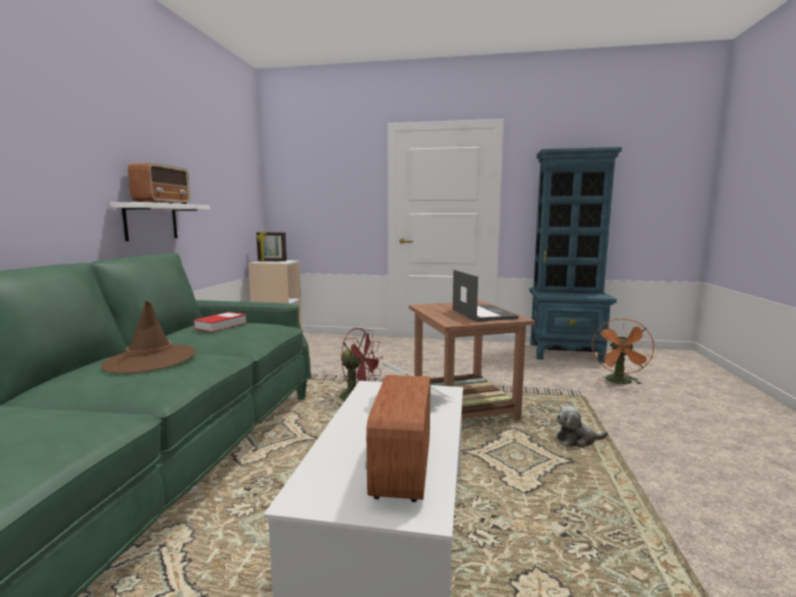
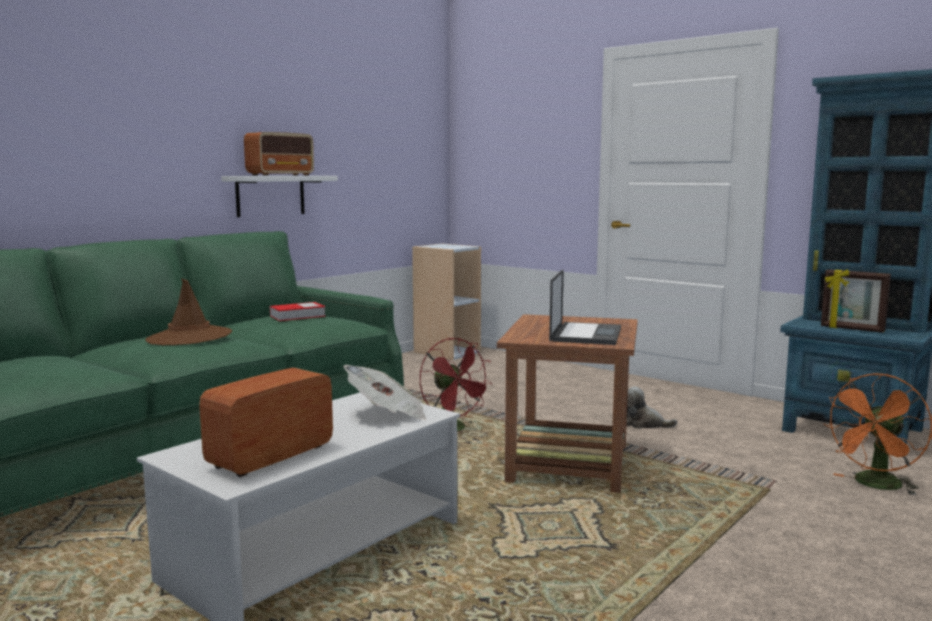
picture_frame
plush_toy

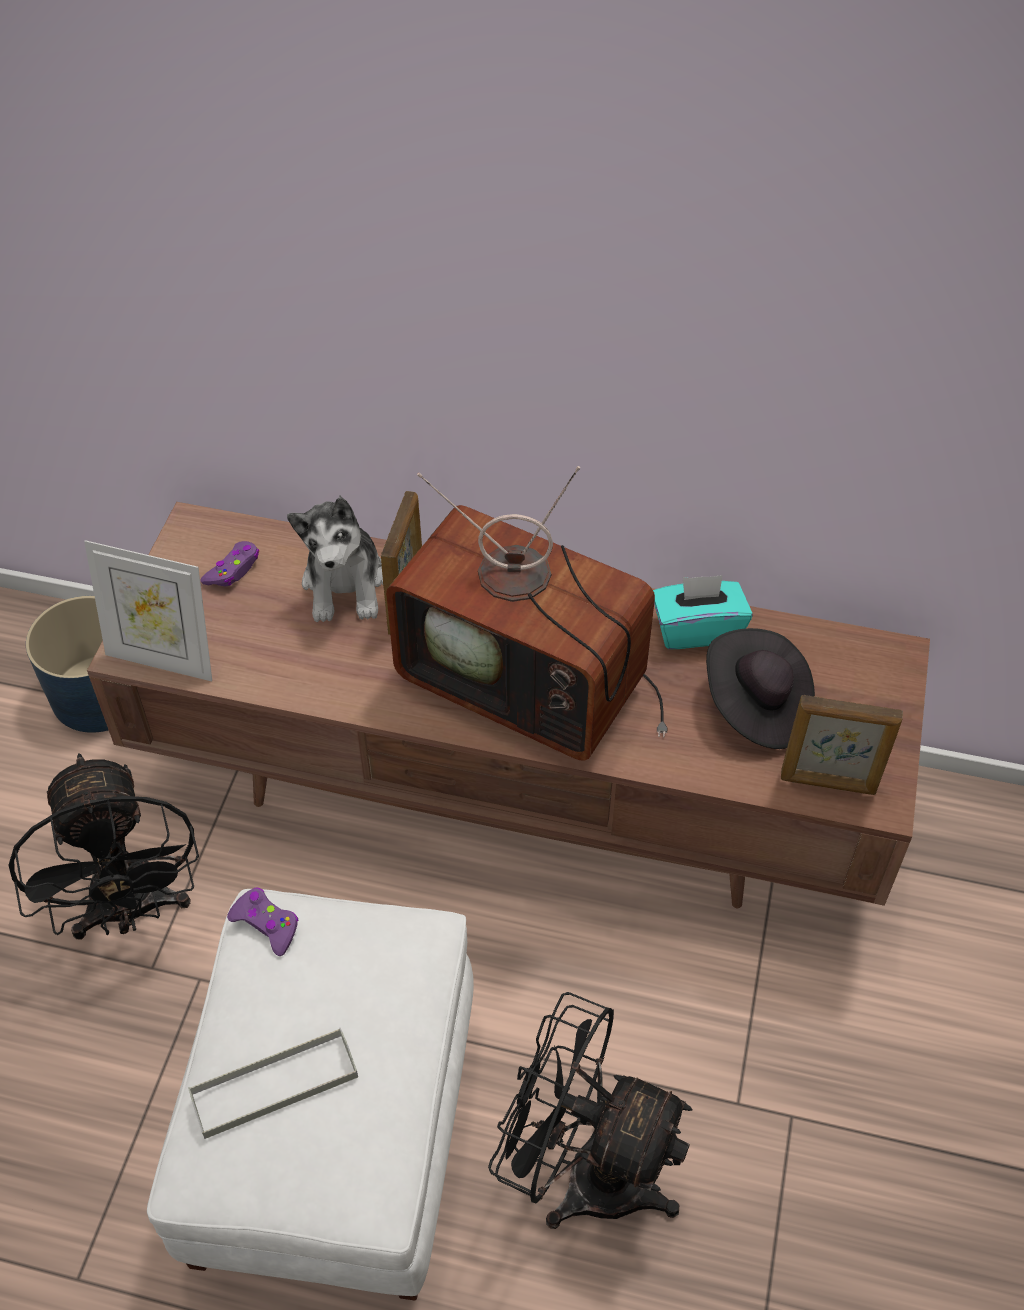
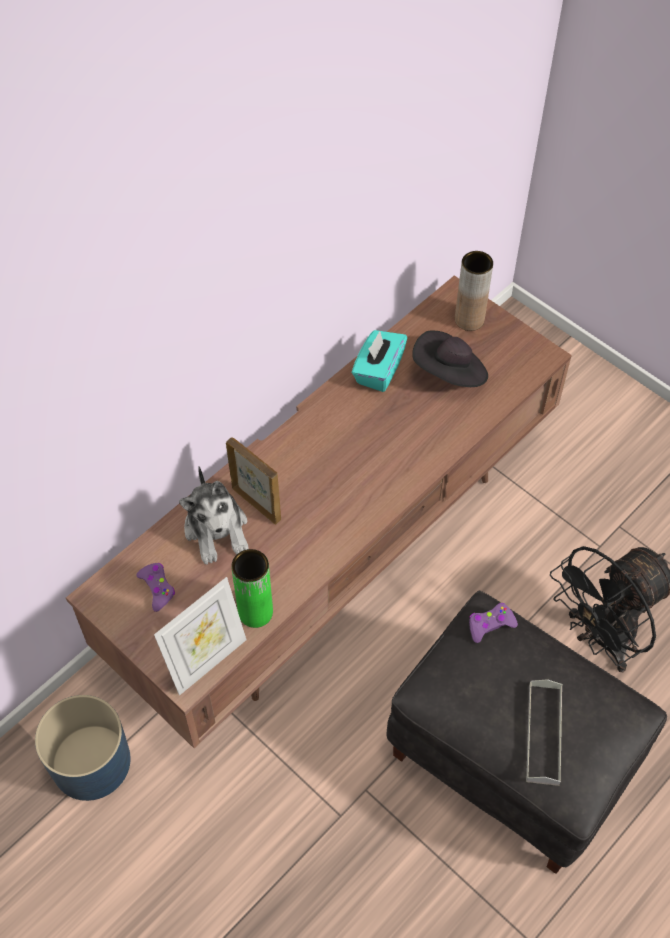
black_fan (1st from left in the first image)
television
picture_frame (3rd from left in the first image)
green_vase
brown_vase
purple_game_controller (2nd from left)
black_ottoman
plush_toy

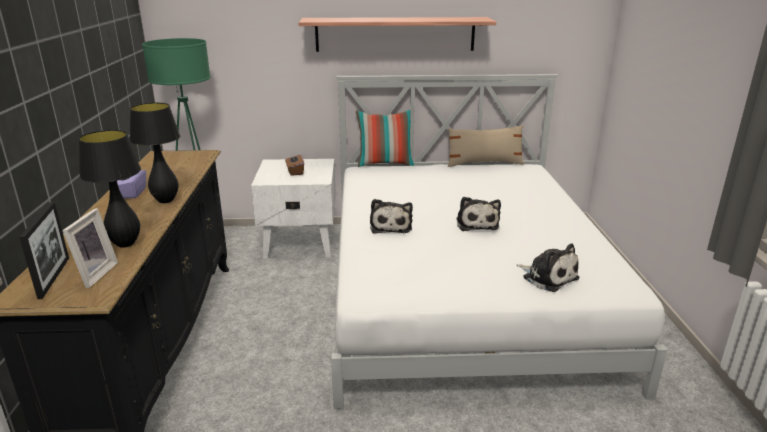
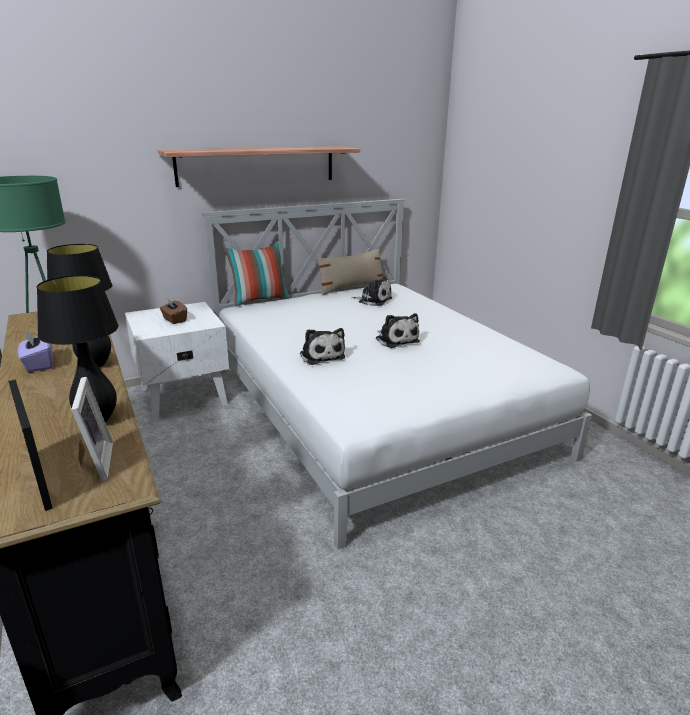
plush_toy (2nd from left)

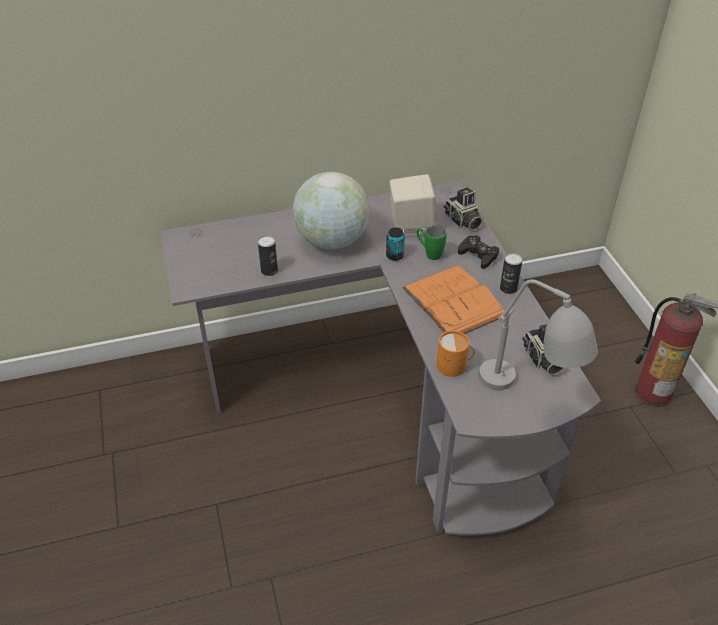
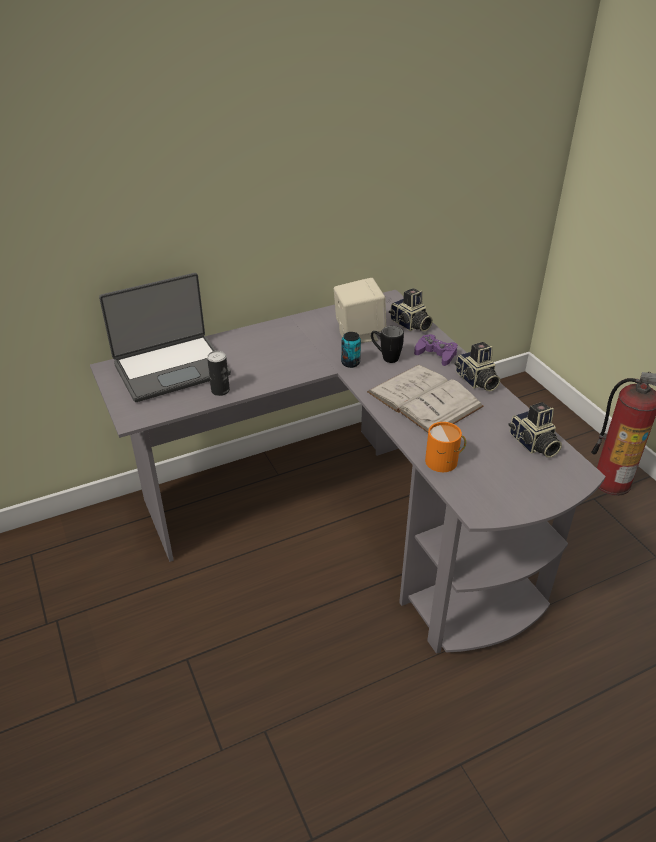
globe
grey_table_lamp
laptop
photo_camera (2nd from left)
white_book
black_mug
purple_game_controller

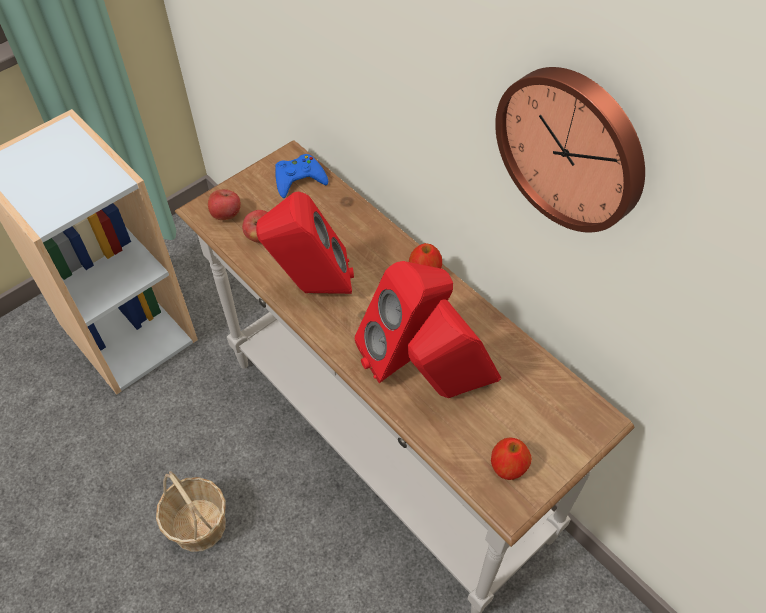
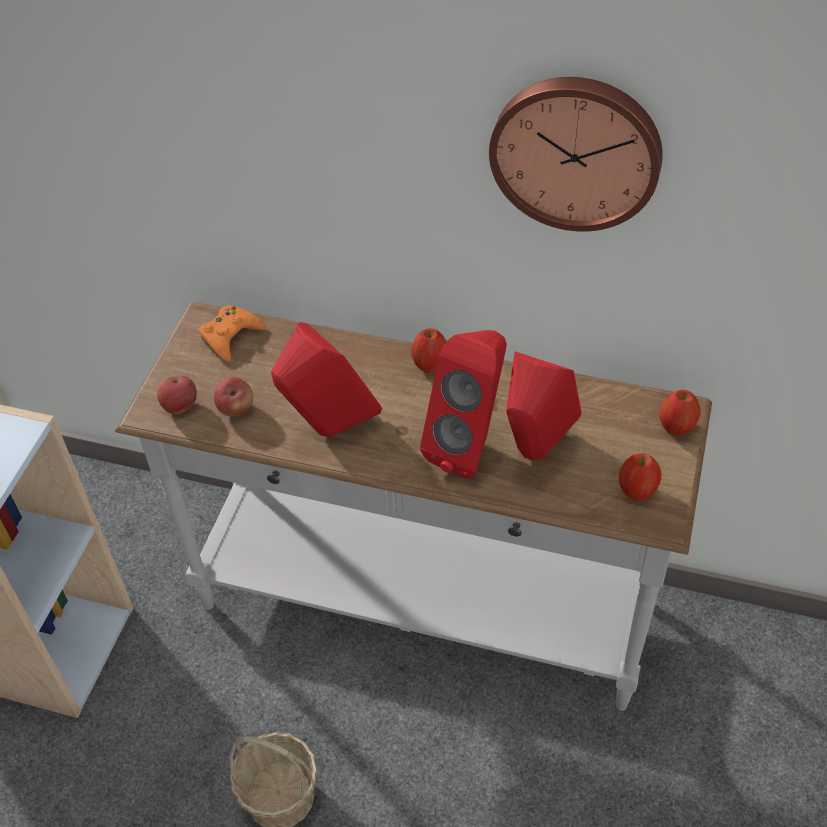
apple (5th from left)
orange_game_controller

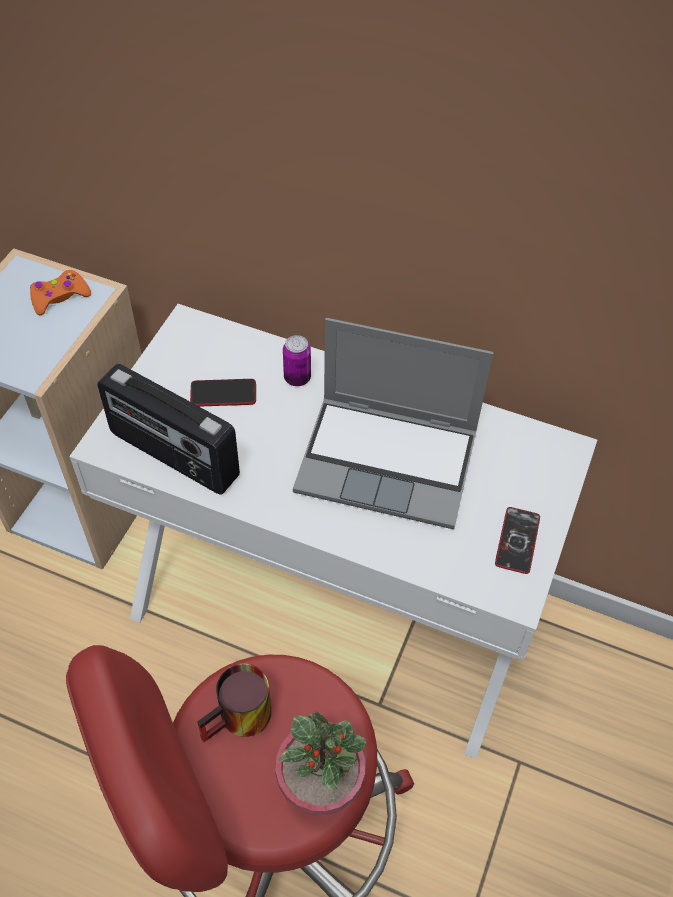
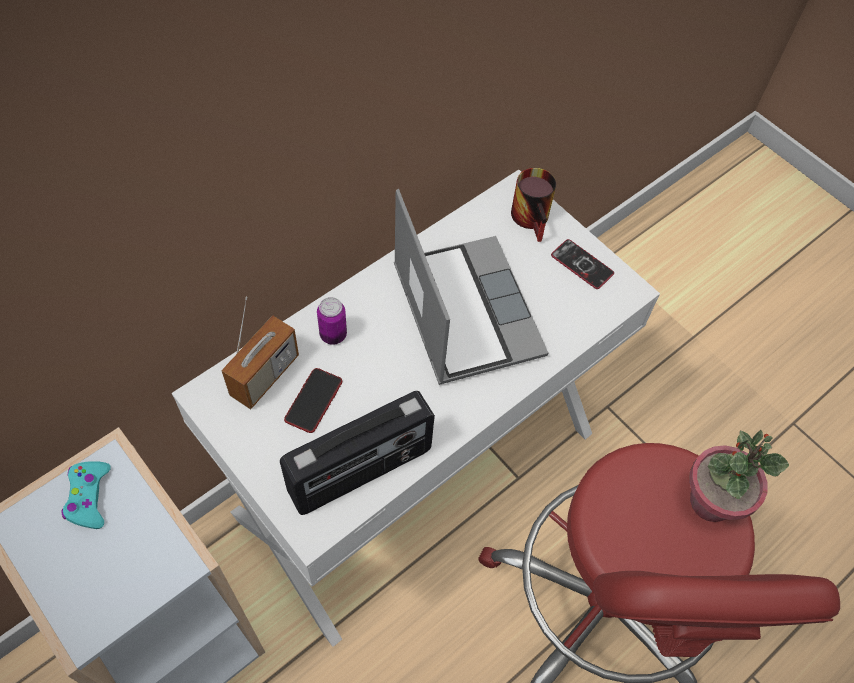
radio (1st from left)
mug
turquoise_game_controller
laptop

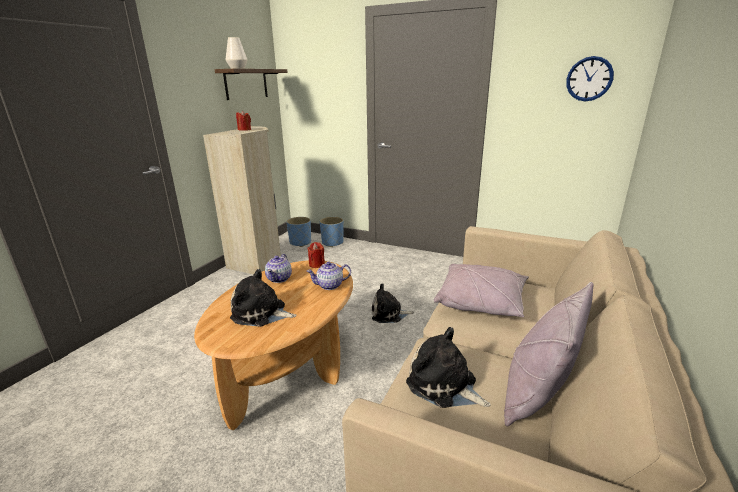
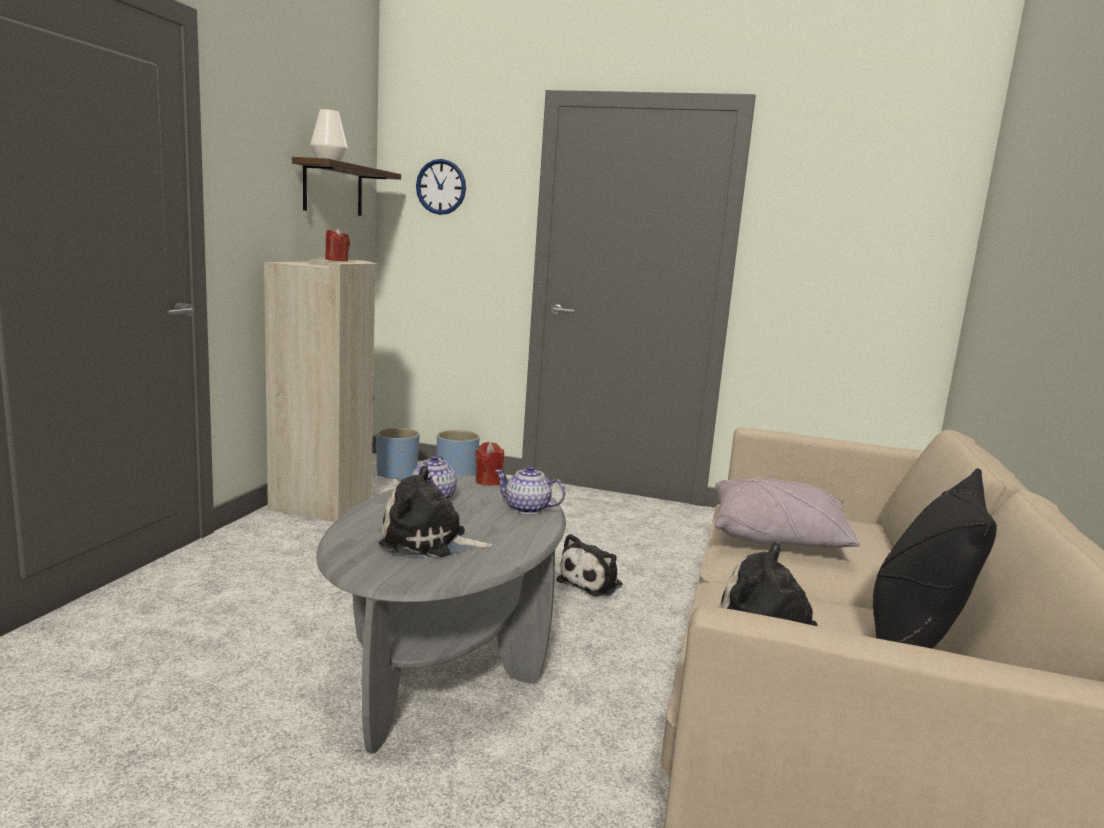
wall_clock
grey_coffee_table
black_pillow
teapot (2nd from left)
plush_toy (2nd from left)

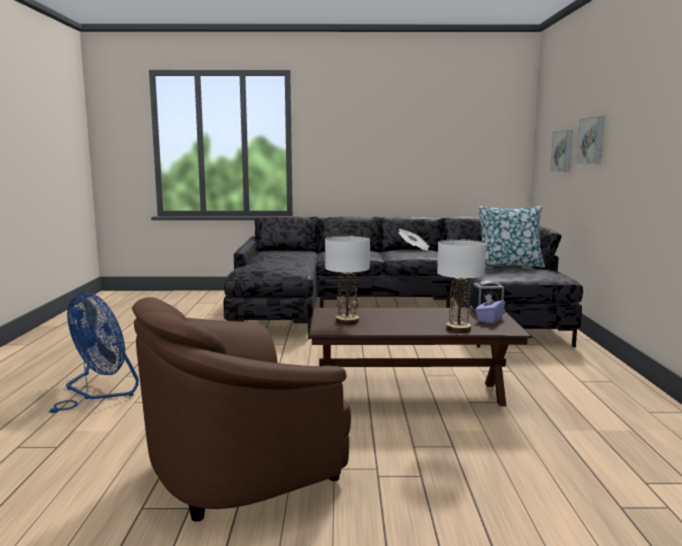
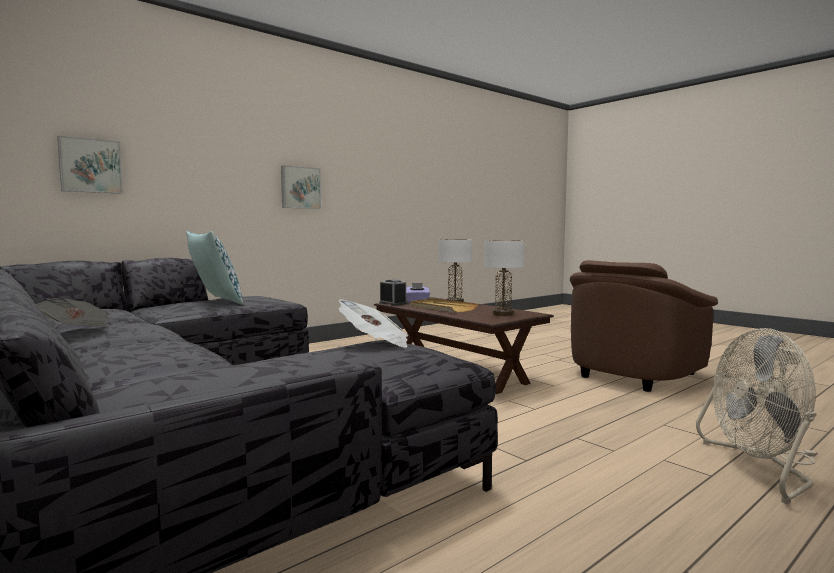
newspaper (2nd from left)
beige_tray
picture (2nd from left)
beige_fan
brown_armchair

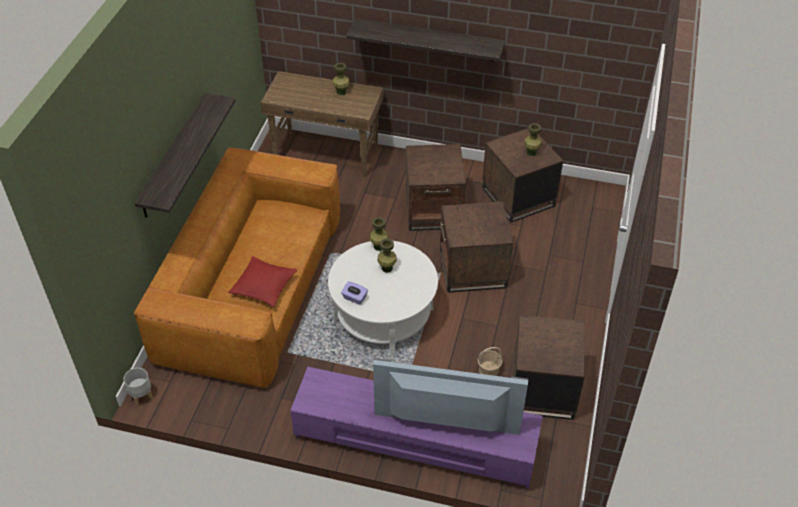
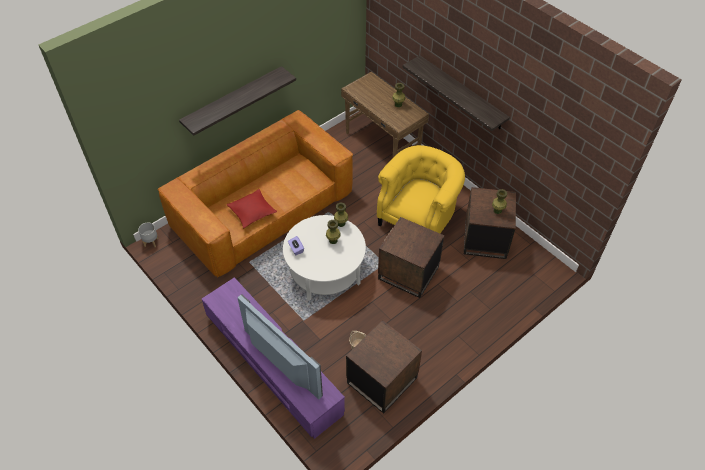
yellow_armchair

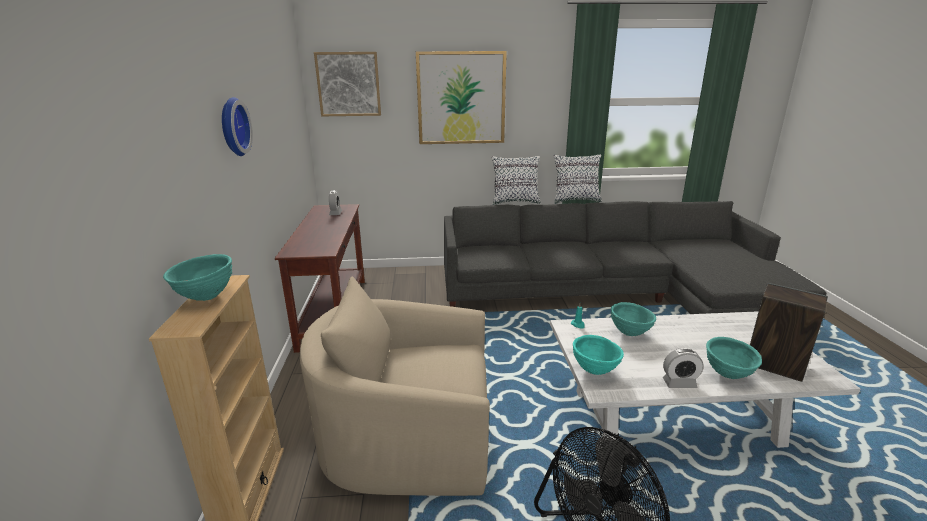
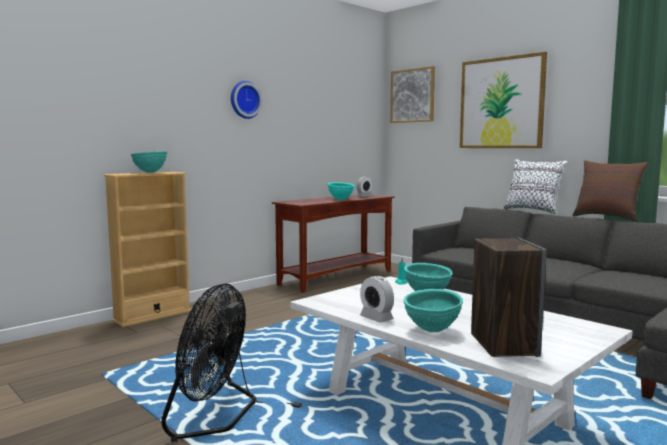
beige_armchair
turquoise_bowl (2nd from left)
brown_pillow

